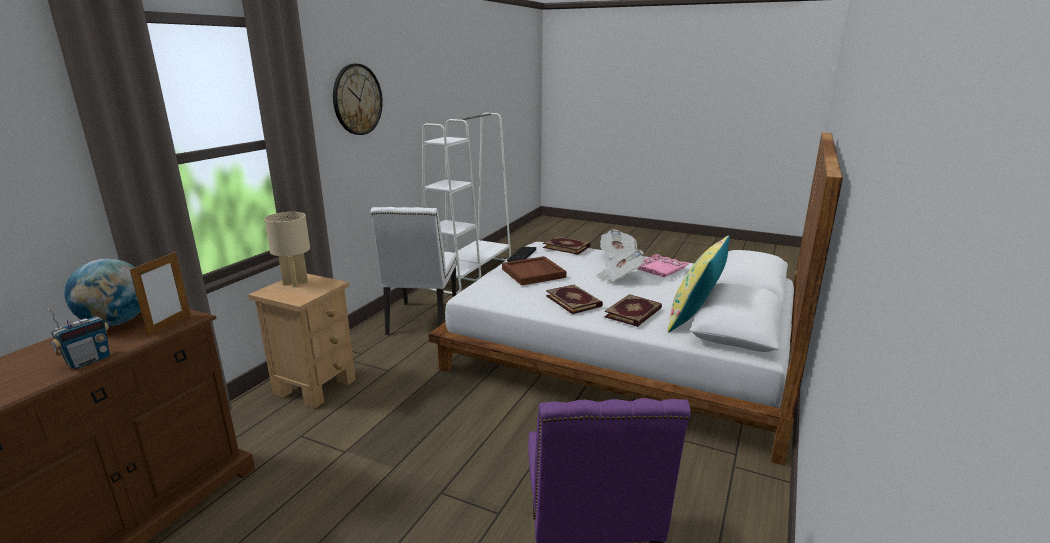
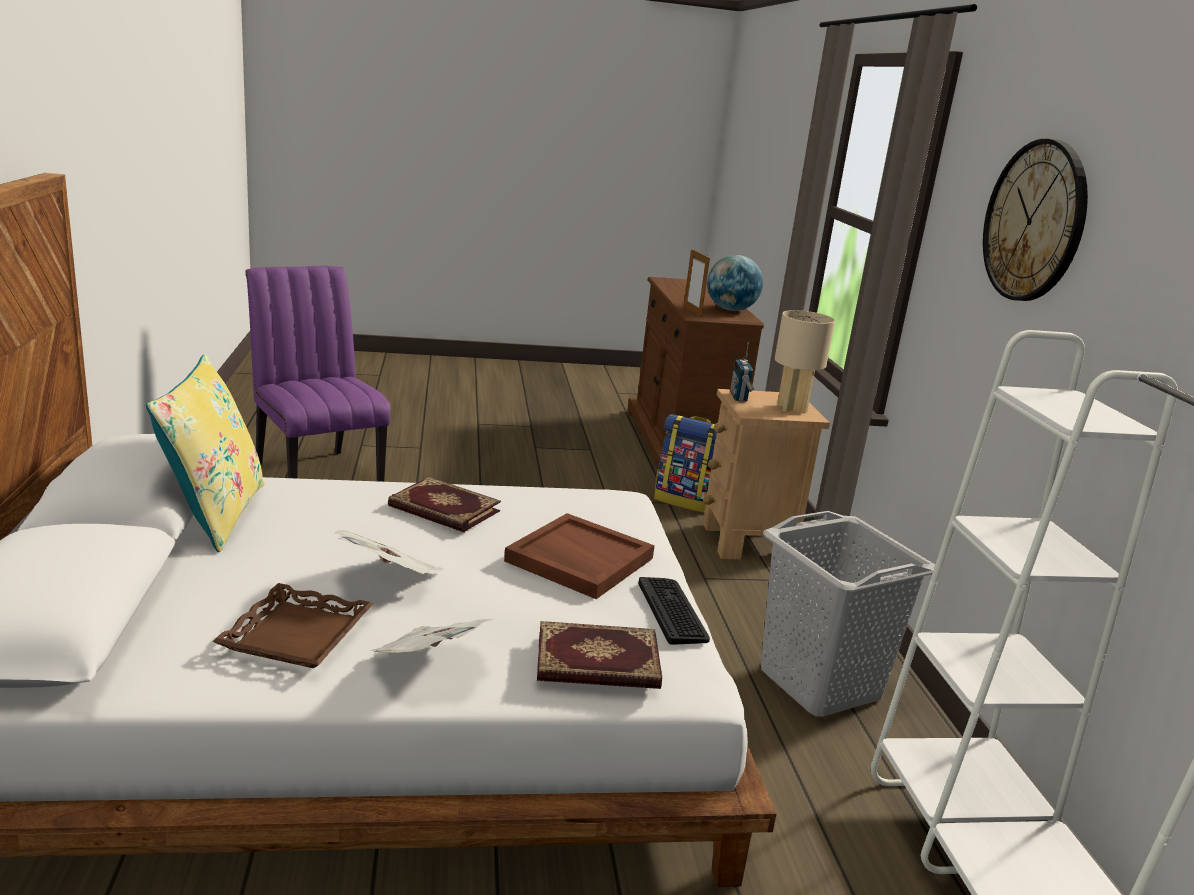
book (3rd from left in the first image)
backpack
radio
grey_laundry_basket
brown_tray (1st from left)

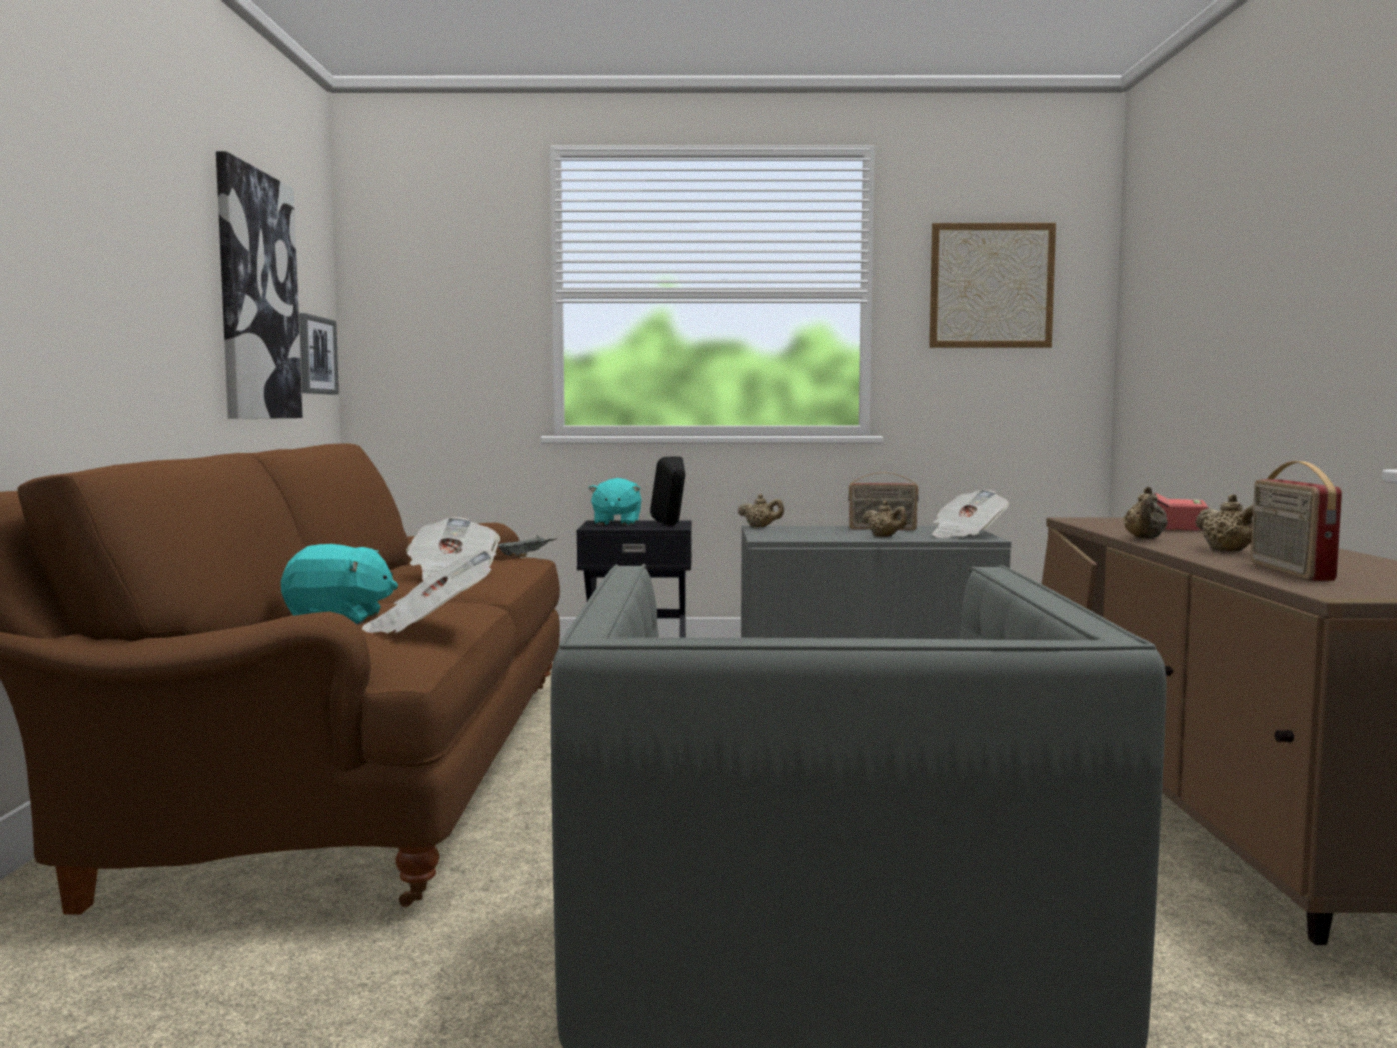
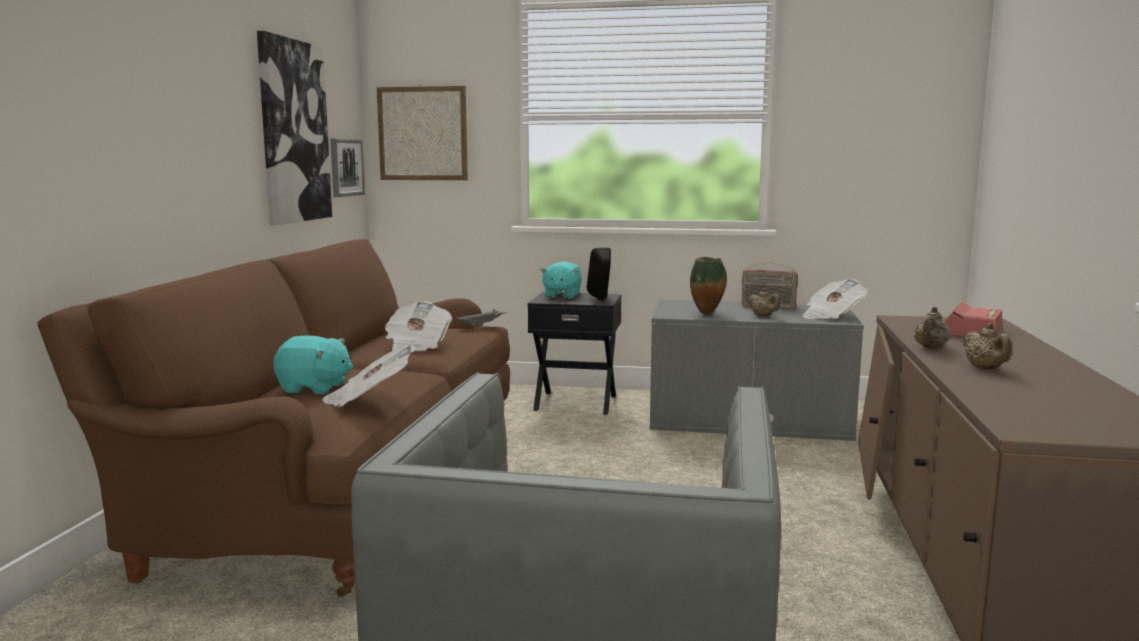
beige_teapot (1st from left in the first image)
radio (2nd from left in the first image)
vase
picture (3rd from left)

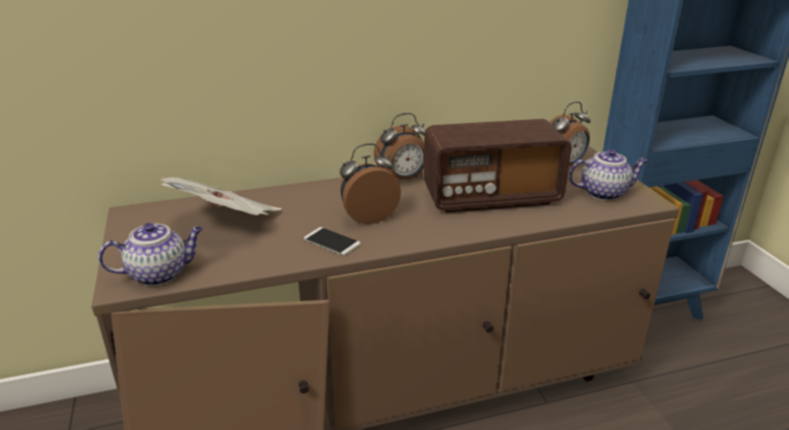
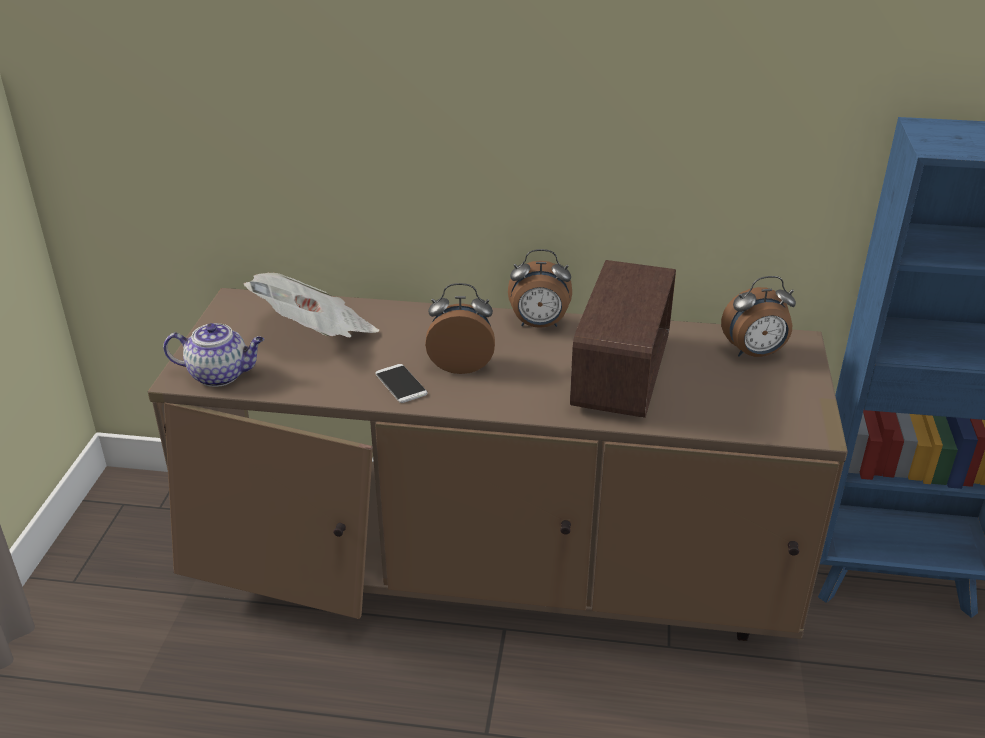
teapot (2nd from left in the first image)
radio

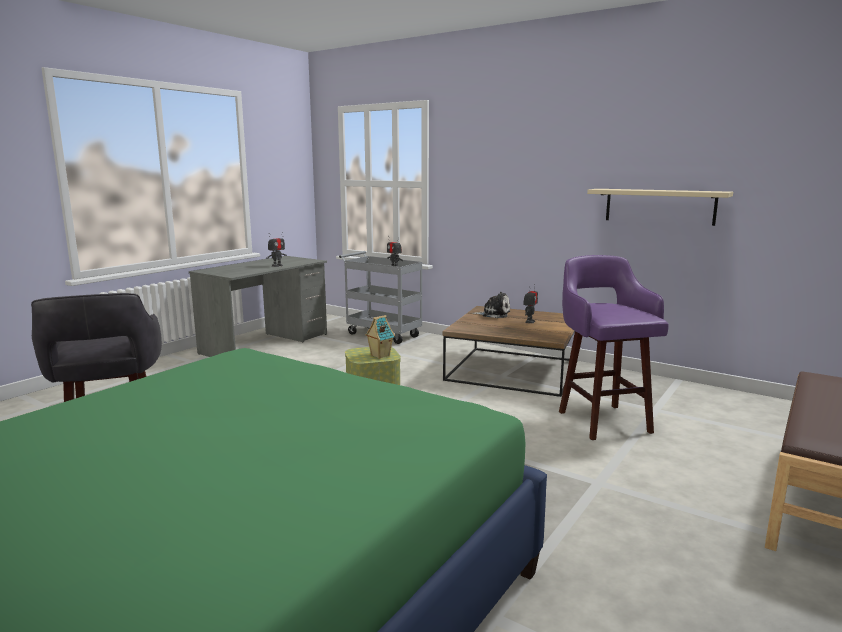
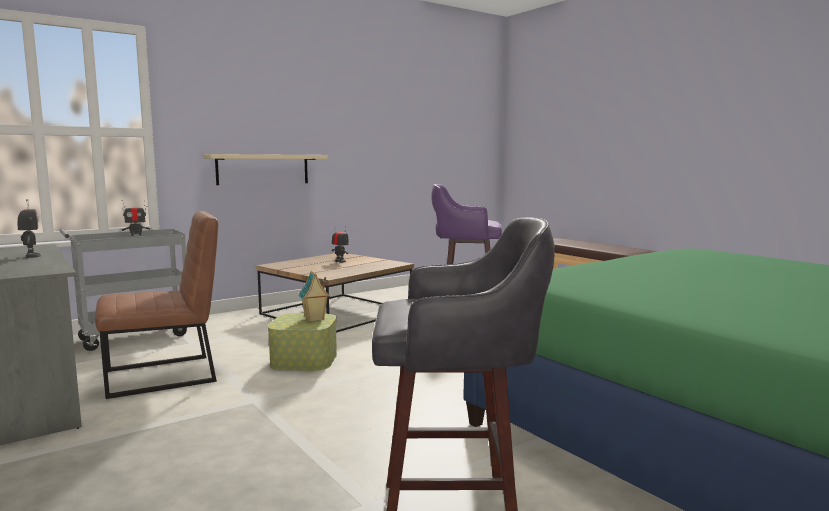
plush_toy
brown_chair
beige_shelf

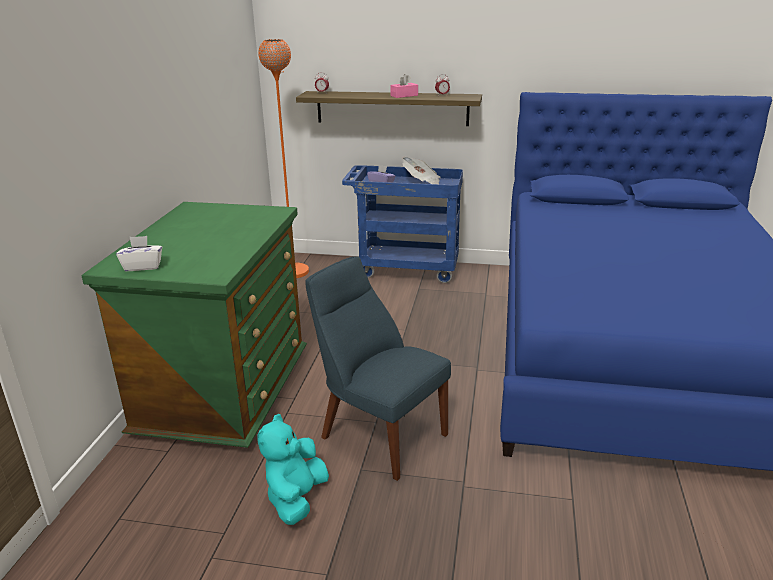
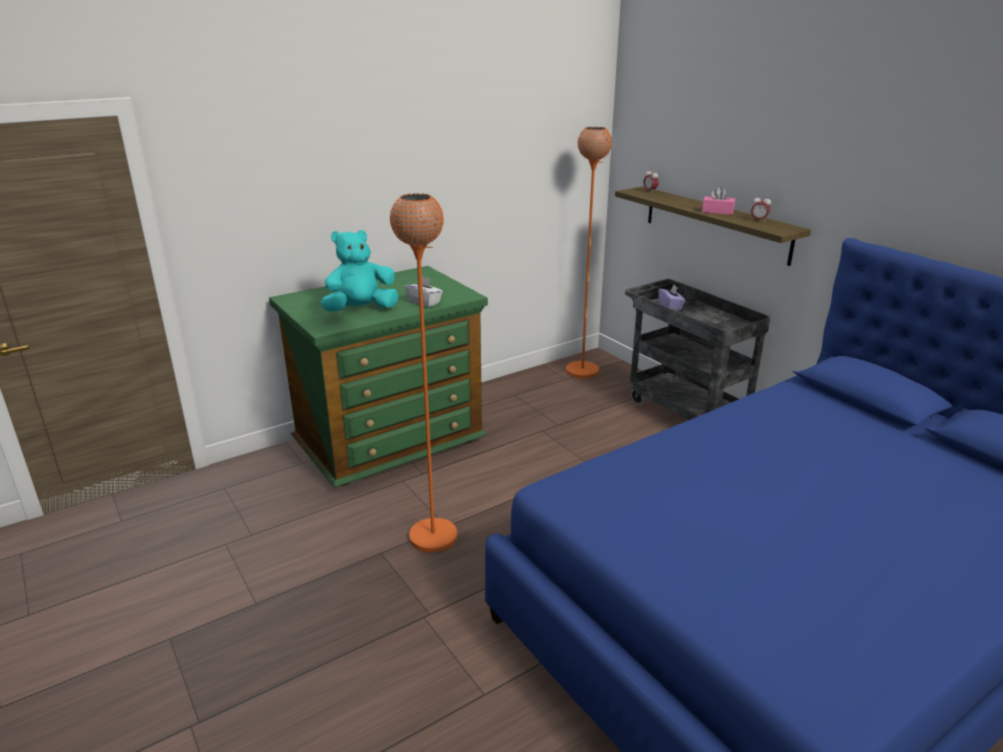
newspaper
white_tissue_box
turquoise_plush_toy
orange_floor_lamp (1st from left)
black_cart

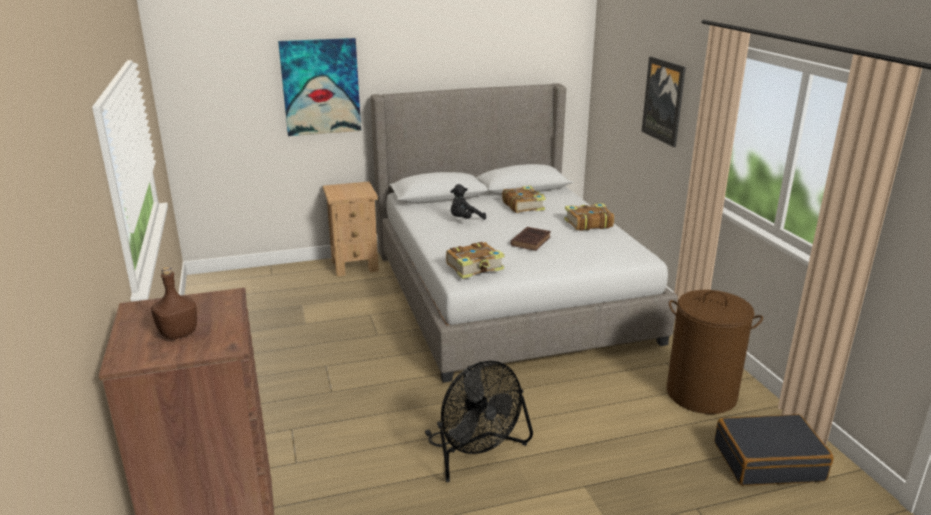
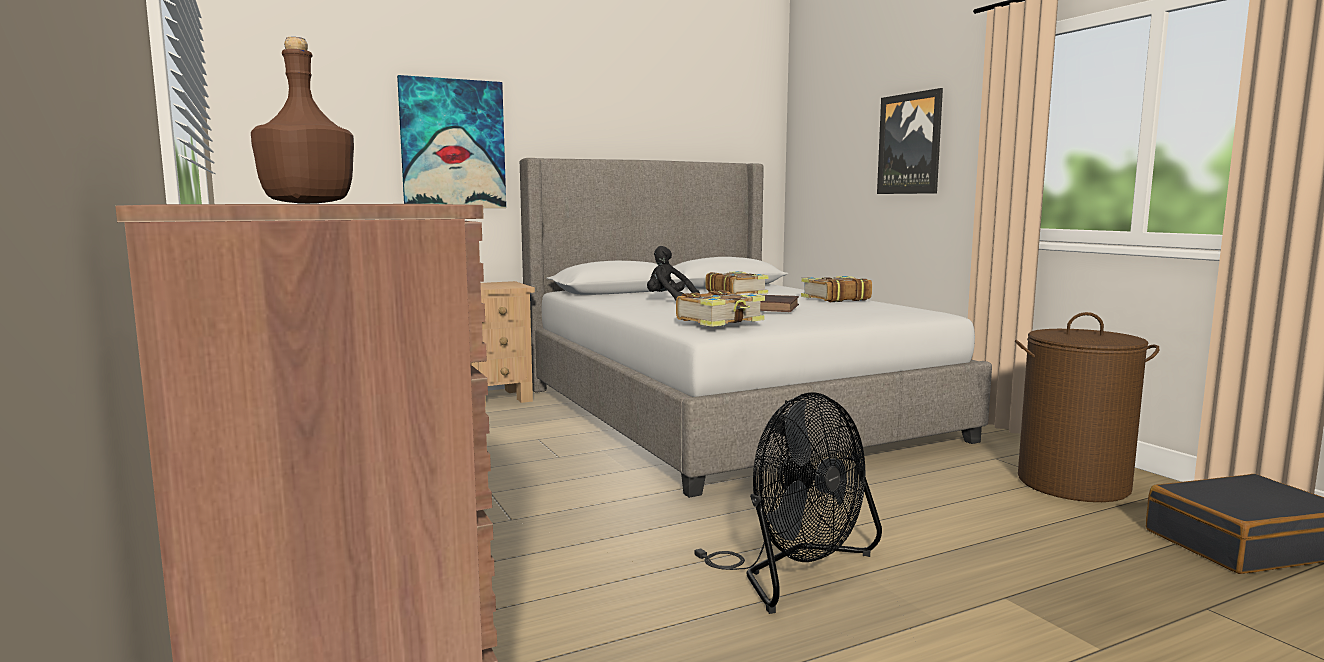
black_plush_toy

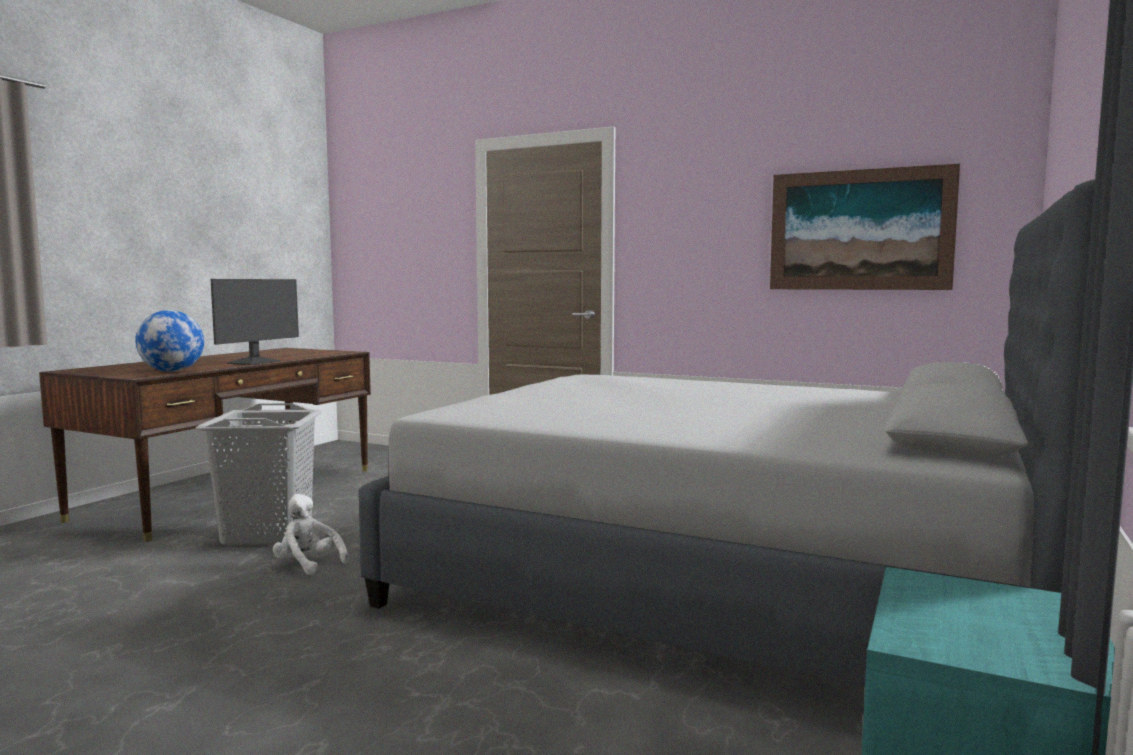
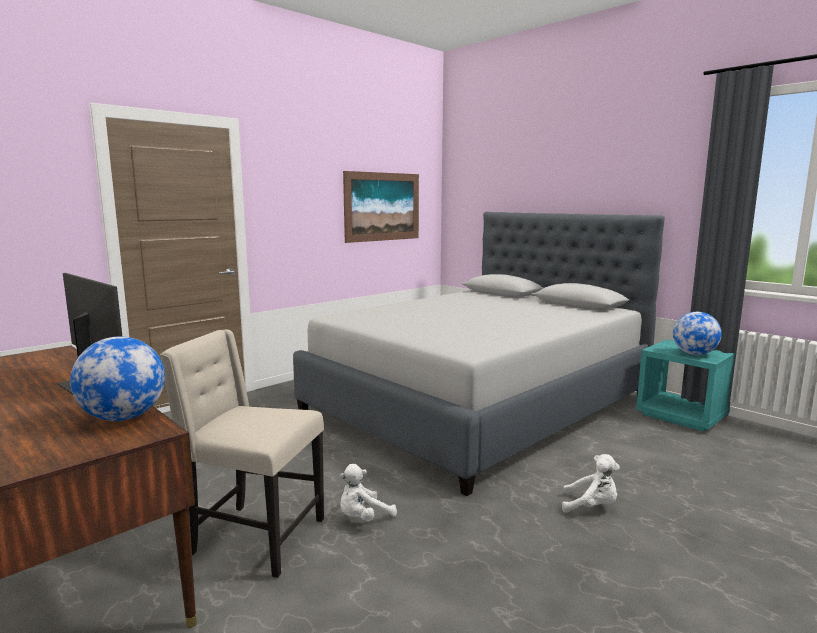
white_plush_toy (2nd from left)
globe (2nd from left)
beige_chair

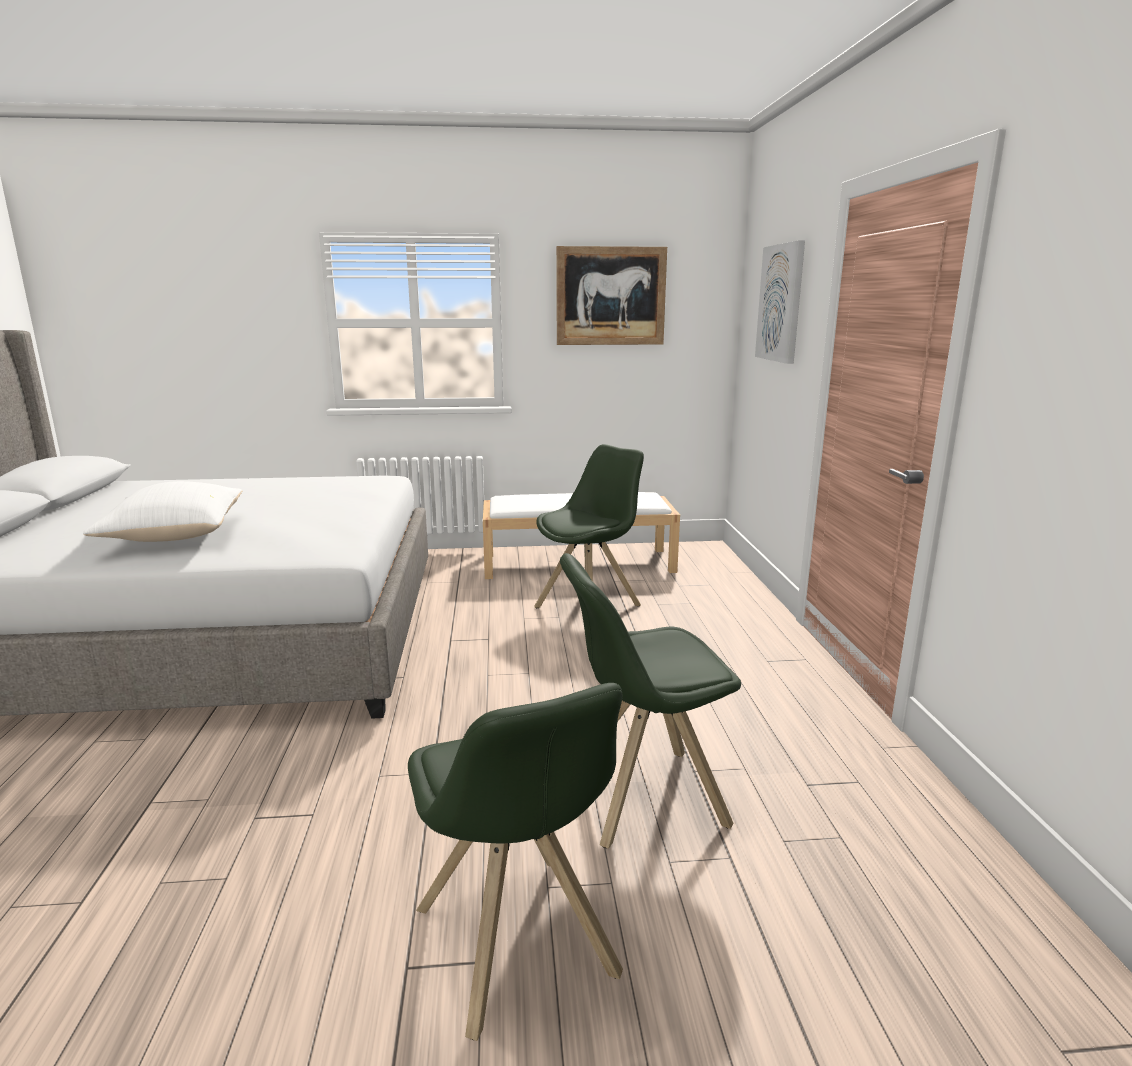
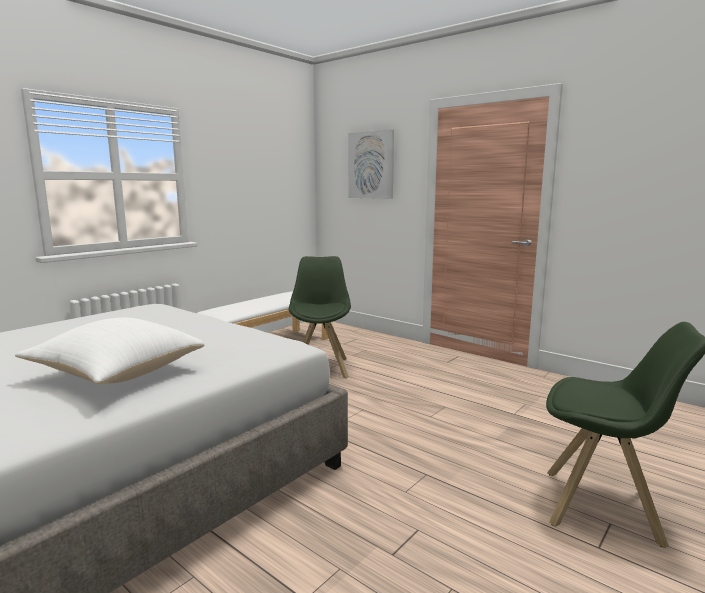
picture (1st from left in the first image)
green_chair (3rd from left in the first image)

